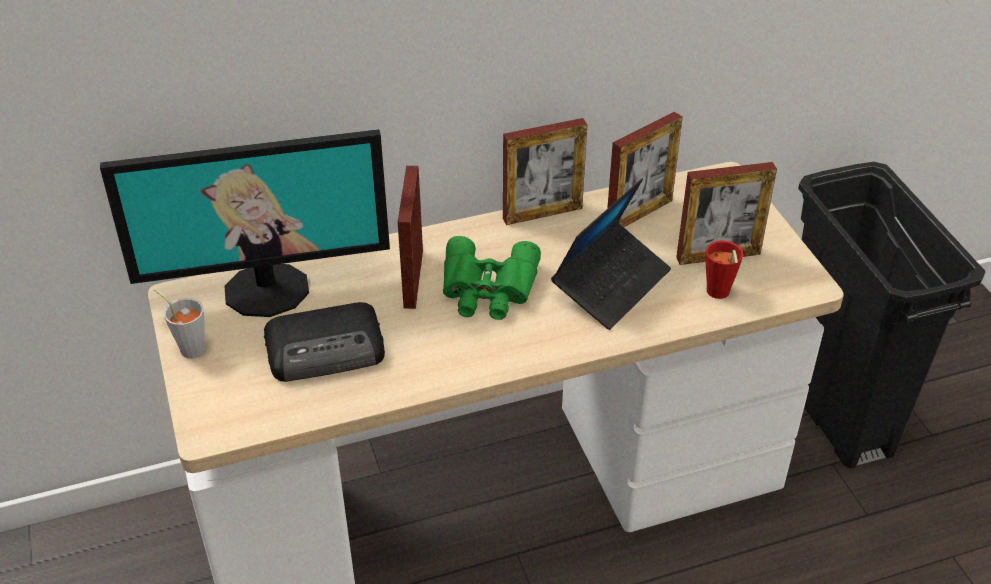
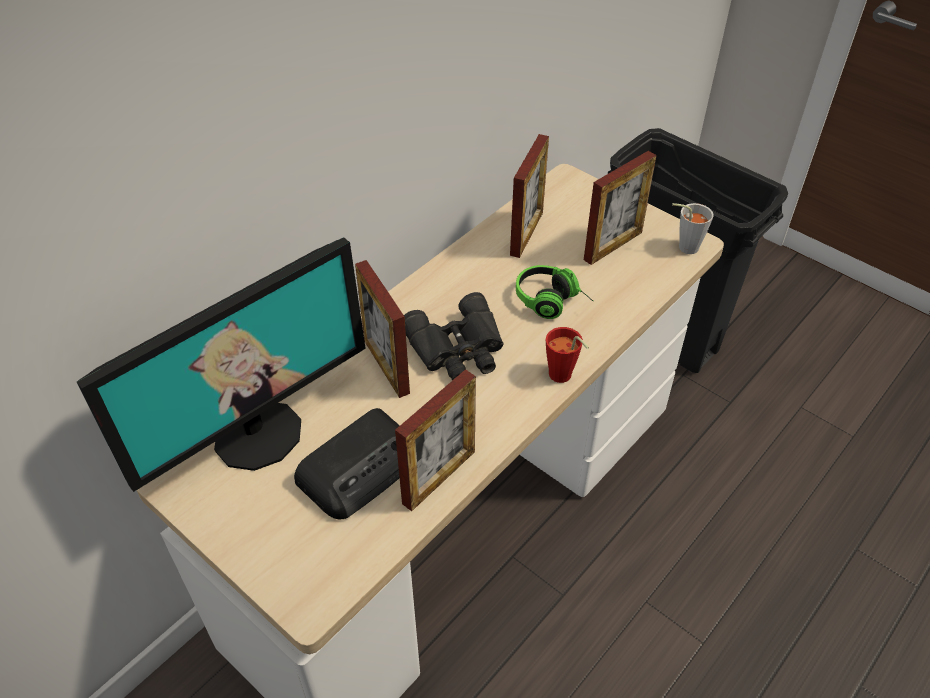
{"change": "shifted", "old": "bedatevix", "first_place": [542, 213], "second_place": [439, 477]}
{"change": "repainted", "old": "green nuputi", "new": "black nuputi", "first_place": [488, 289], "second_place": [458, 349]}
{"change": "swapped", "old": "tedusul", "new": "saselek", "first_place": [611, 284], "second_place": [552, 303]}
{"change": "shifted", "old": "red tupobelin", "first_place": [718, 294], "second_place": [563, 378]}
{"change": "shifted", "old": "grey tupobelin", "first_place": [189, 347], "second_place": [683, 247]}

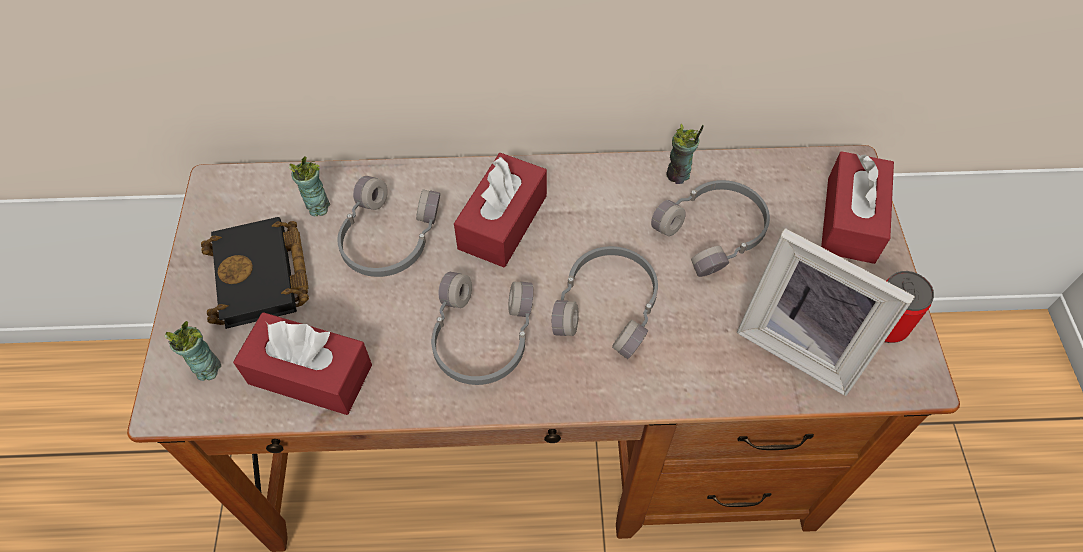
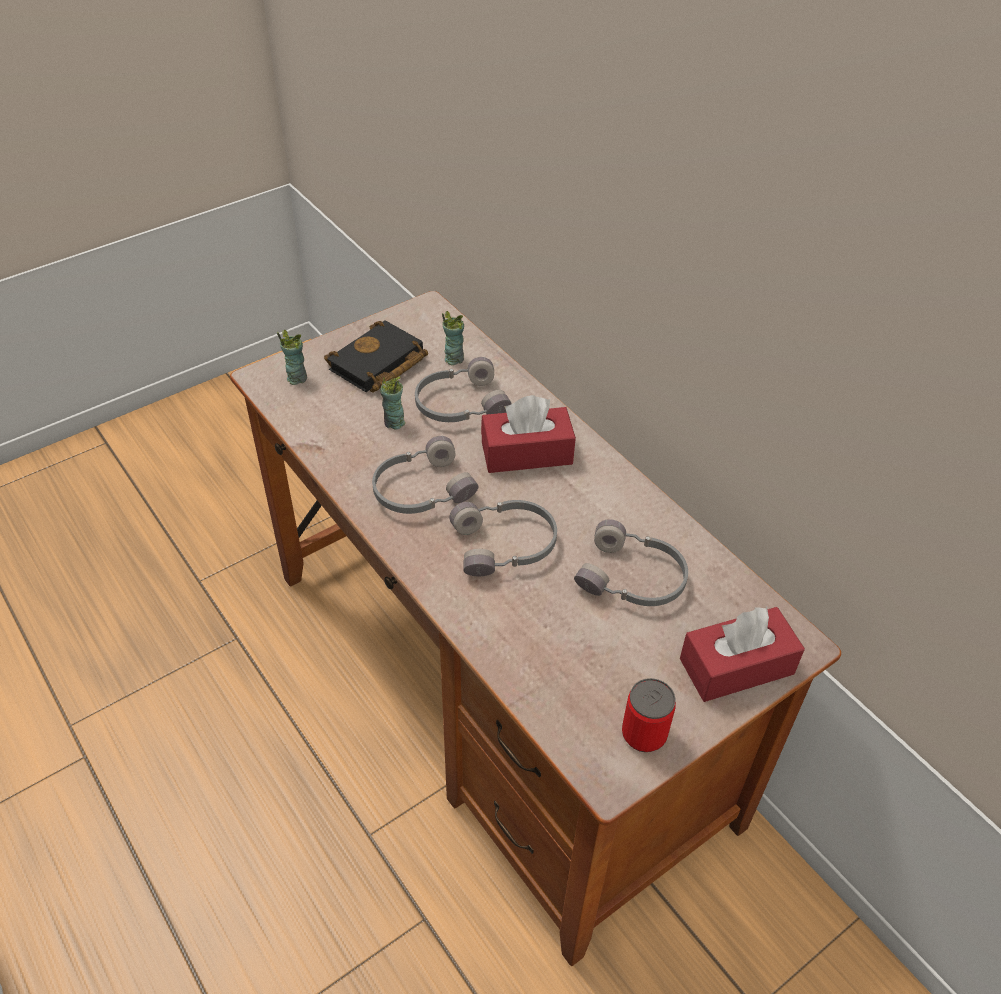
{"change": "shifted", "old": "tupobelin", "first_place": [678, 175], "second_place": [394, 422]}
{"change": "gone", "old": "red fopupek", "first_place": [310, 374]}
{"change": "gone", "old": "bedatevix", "first_place": [801, 344]}

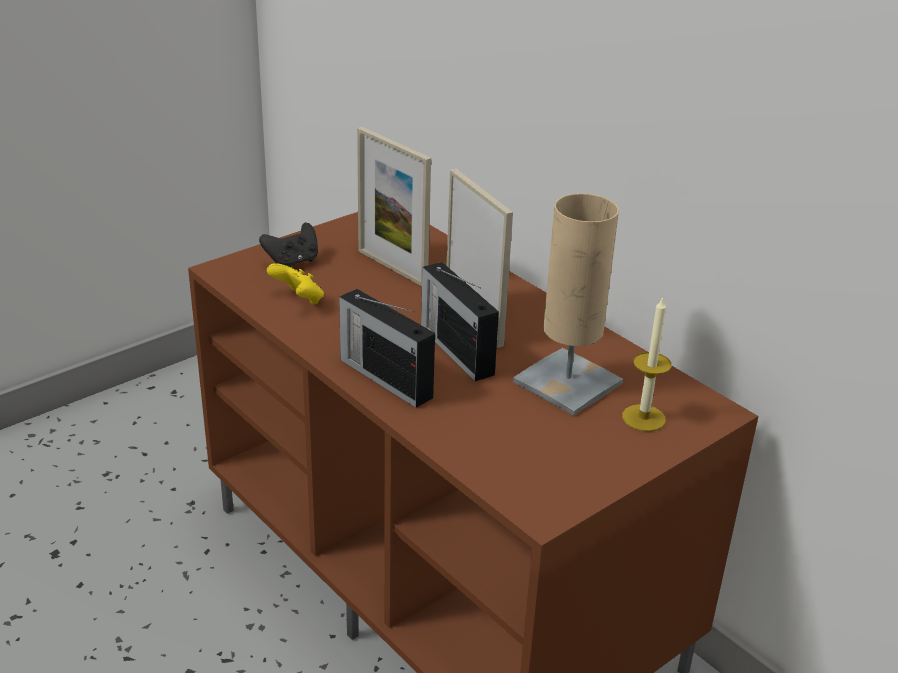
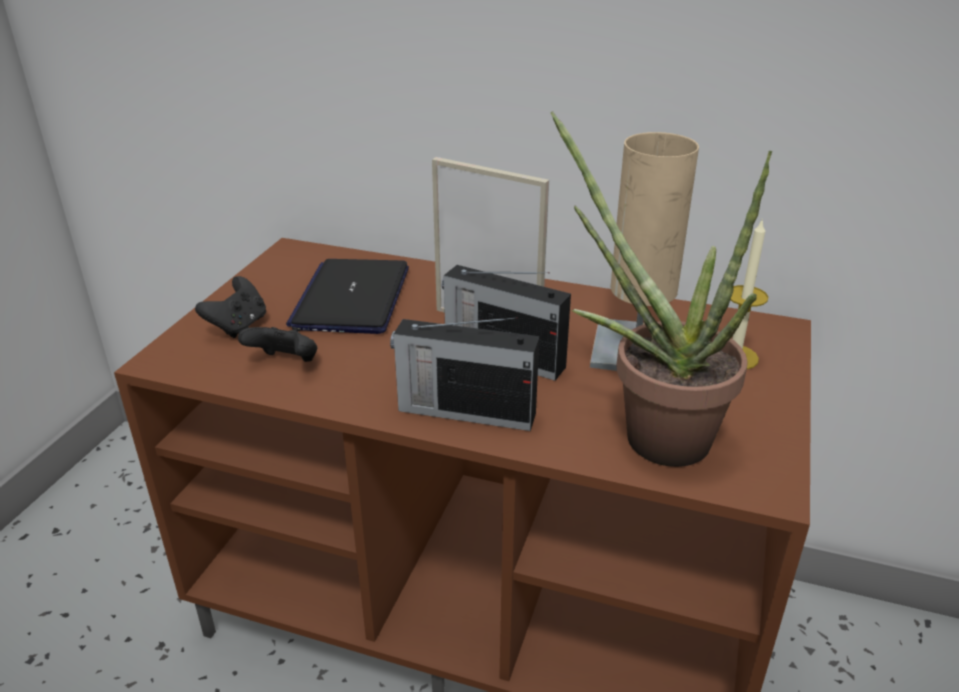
{"change": "repainted", "old": "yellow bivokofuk", "new": "black bivokofuk", "first_place": [298, 300], "second_place": [285, 363]}
{"change": "swapped", "old": "bedatevix", "new": "tedusul", "first_place": [392, 267], "second_place": [352, 298]}
{"change": "new", "new": "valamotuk", "second_place": [649, 433]}

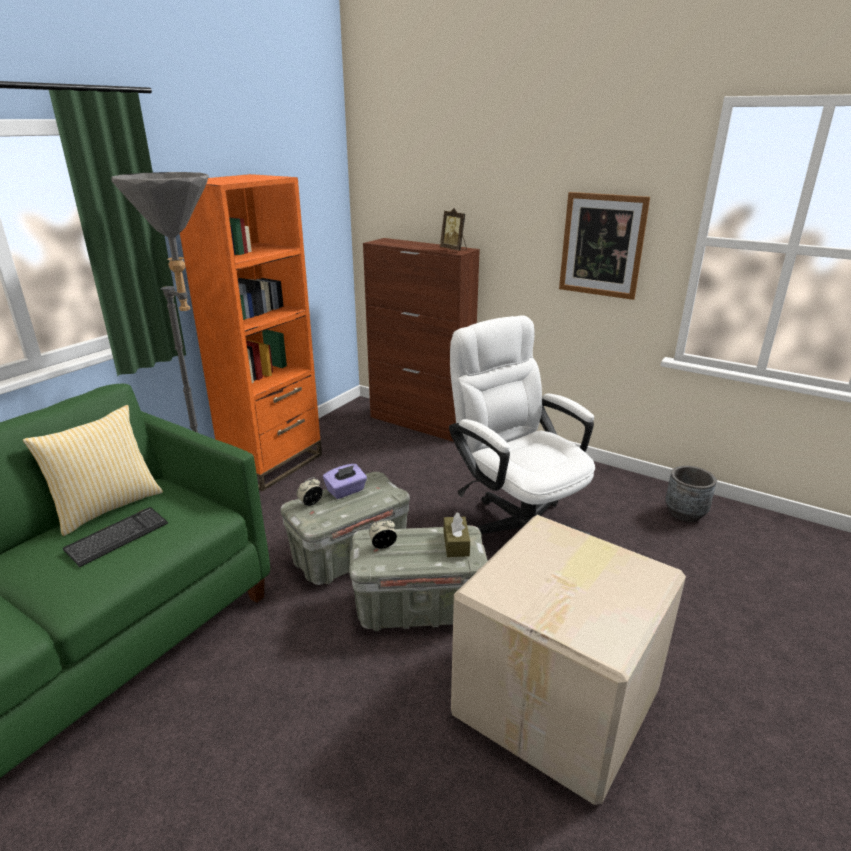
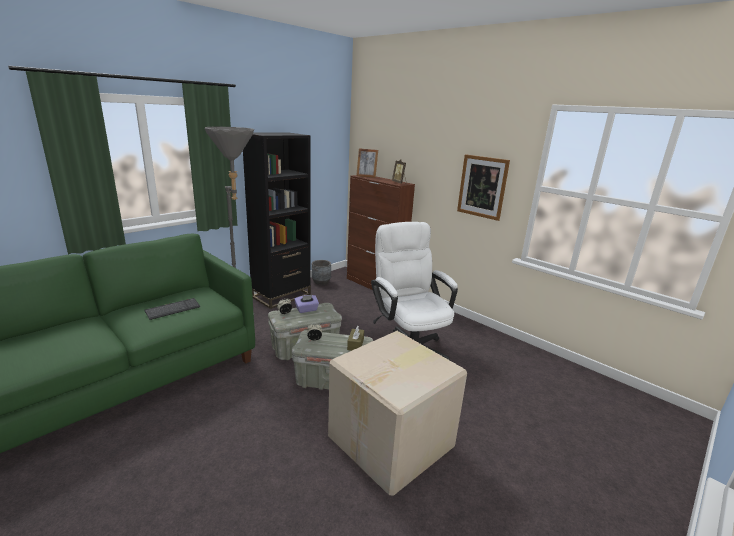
{"change": "repainted", "old": "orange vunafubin", "new": "black vunafubin", "first_place": [273, 464], "second_place": [281, 296]}
{"change": "shifted", "old": "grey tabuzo", "first_place": [685, 513], "second_place": [321, 282]}
{"change": "new", "new": "bedatevix", "second_place": [366, 176]}
{"change": "gone", "old": "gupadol", "first_place": [107, 507]}

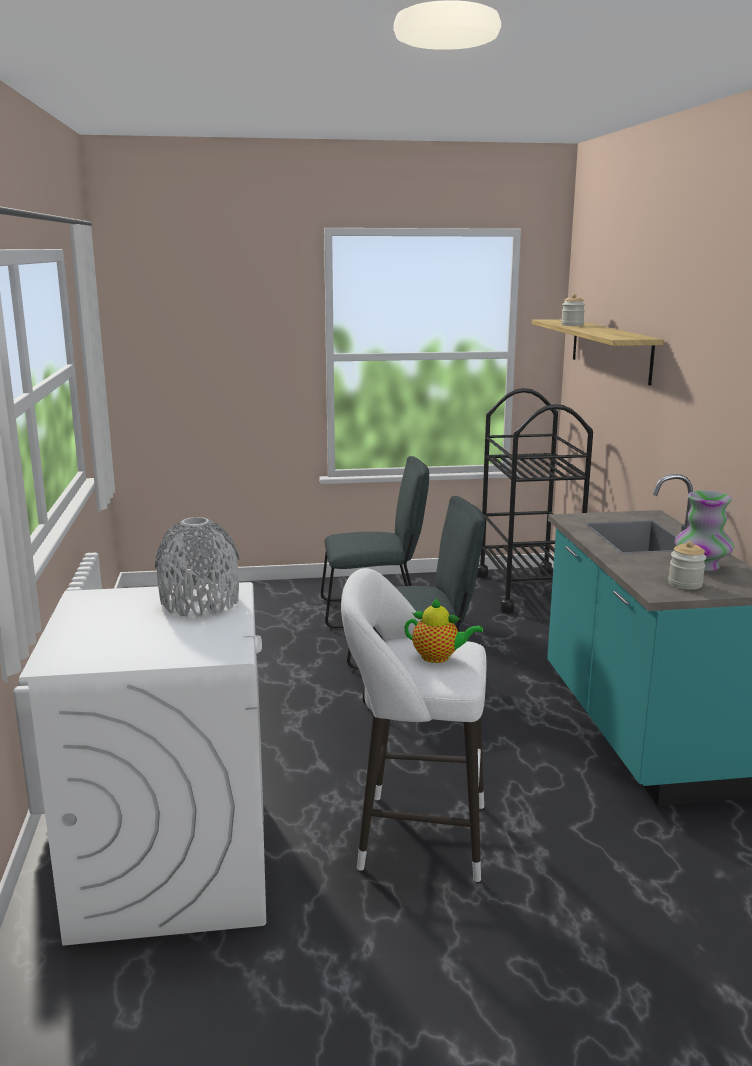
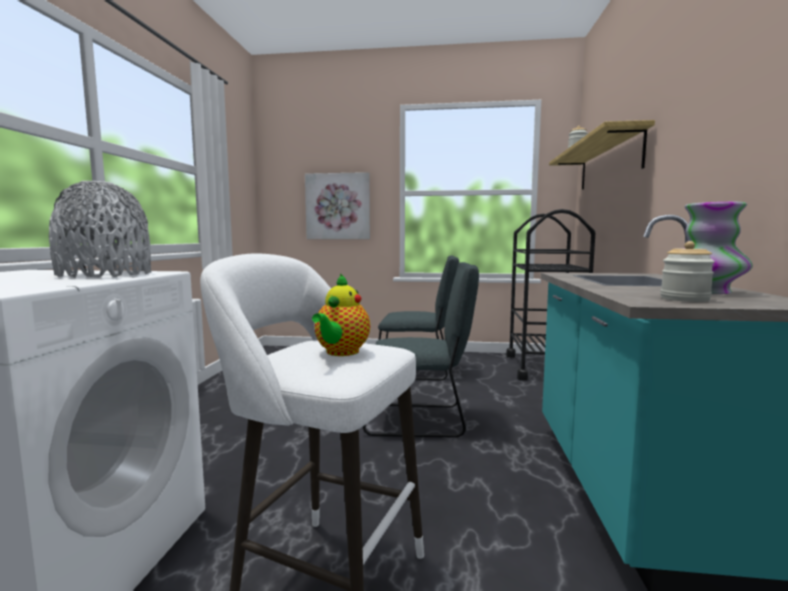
{"change": "new", "new": "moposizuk", "second_place": [338, 206]}
{"change": "rotated", "old": "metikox", "first_place": [438, 657], "second_place": [341, 352], "degrees": 75}

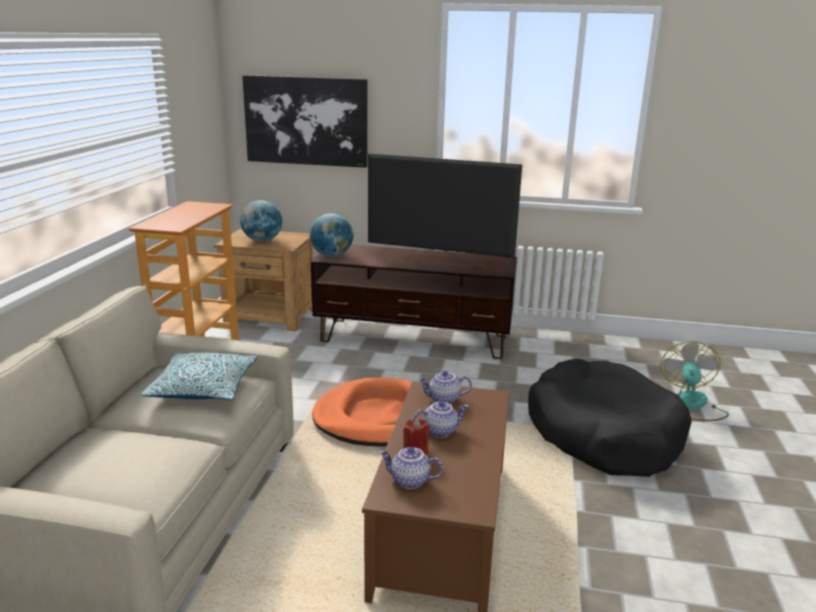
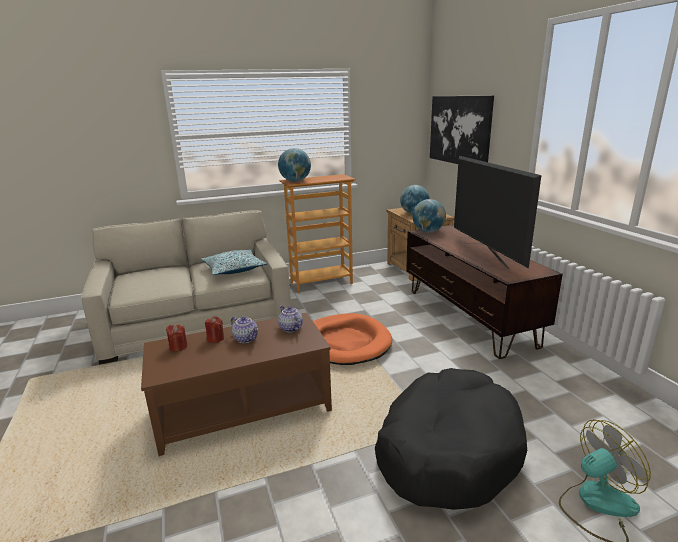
{"change": "swapped", "old": "metikox", "new": "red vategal", "first_place": [409, 481], "second_place": [178, 347]}
{"change": "new", "new": "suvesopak", "second_place": [295, 181]}

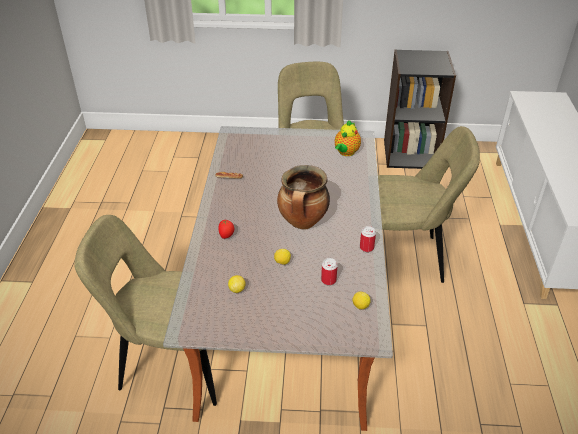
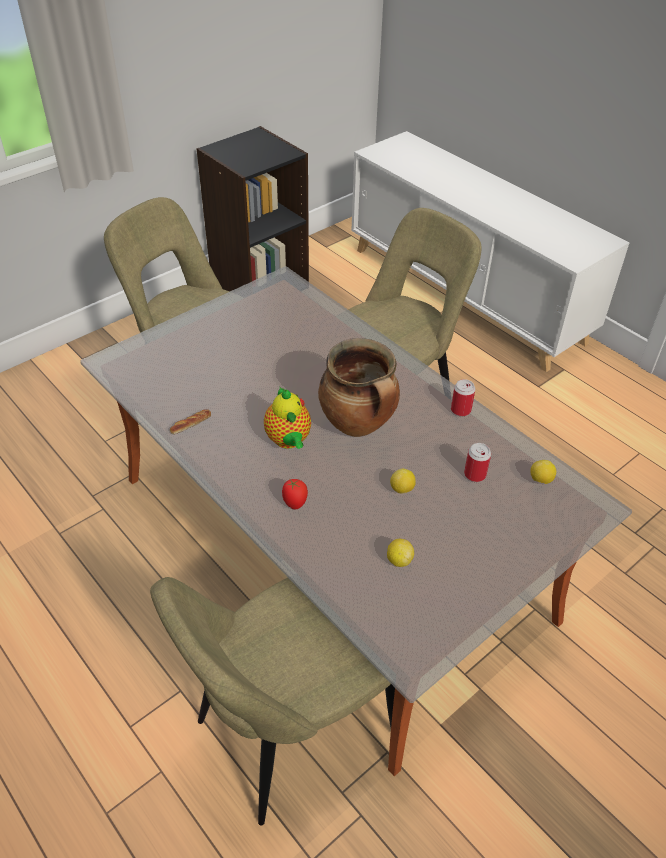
{"change": "shifted", "old": "metikox", "first_place": [346, 153], "second_place": [288, 441]}

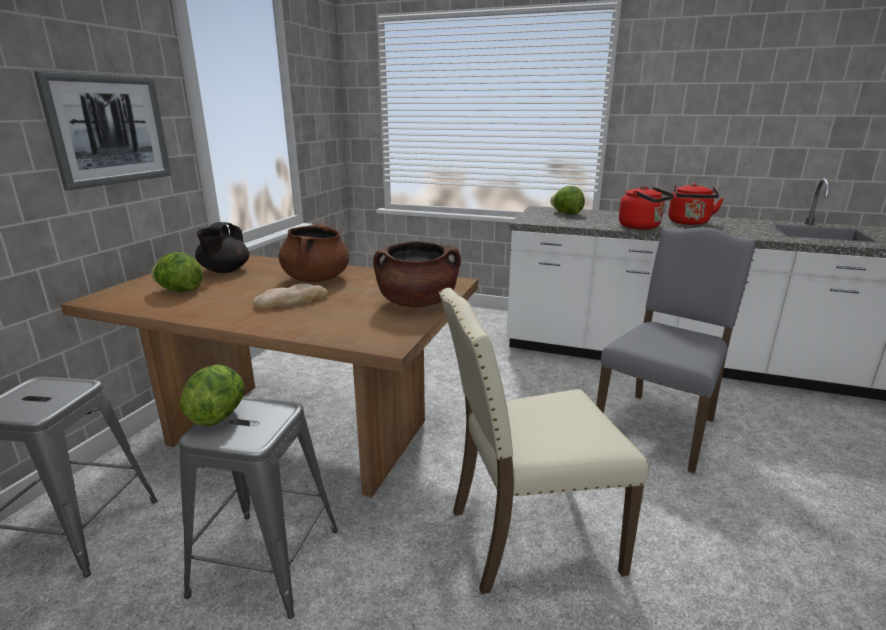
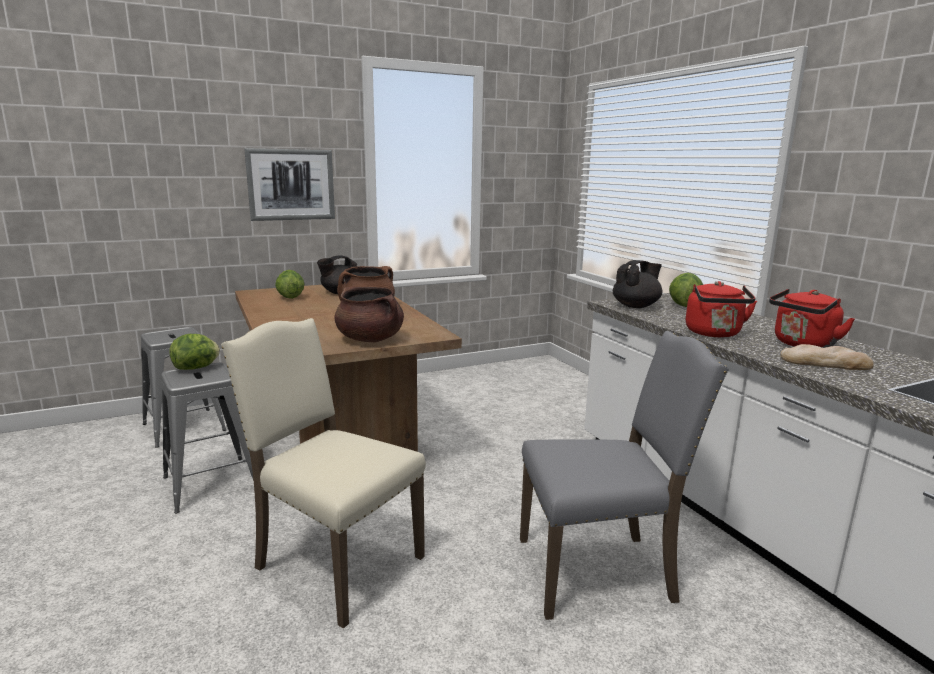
{"change": "new", "new": "black metikox", "second_place": [636, 306]}
{"change": "shifted", "old": "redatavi", "first_place": [292, 301], "second_place": [825, 363]}

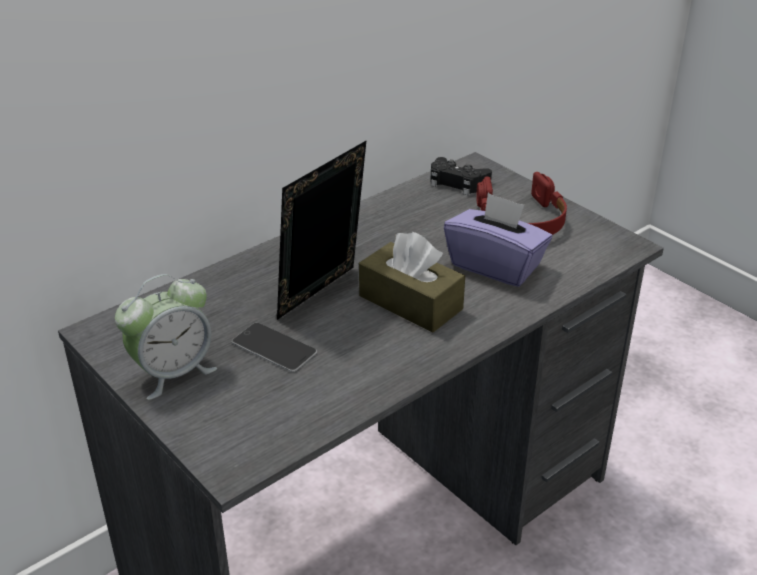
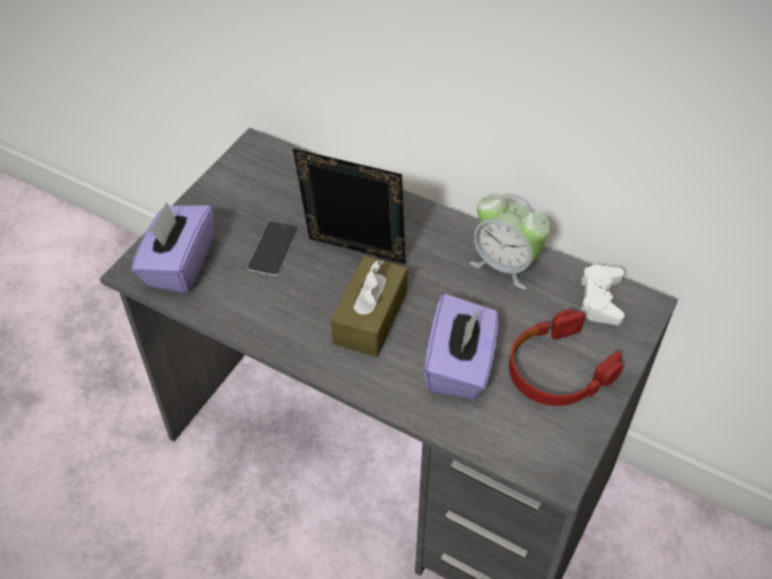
{"change": "new", "new": "purple fopupek", "second_place": [179, 265]}
{"change": "shifted", "old": "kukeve", "first_place": [173, 373], "second_place": [505, 265]}
{"change": "repainted", "old": "black bivokofuk", "new": "white bivokofuk", "first_place": [457, 182], "second_place": [600, 299]}

